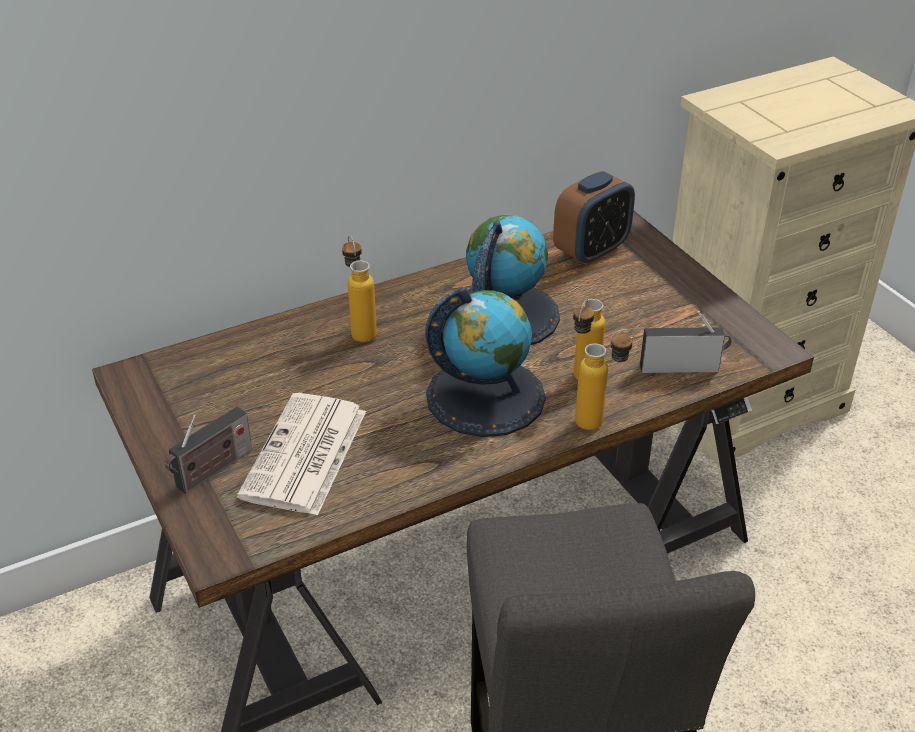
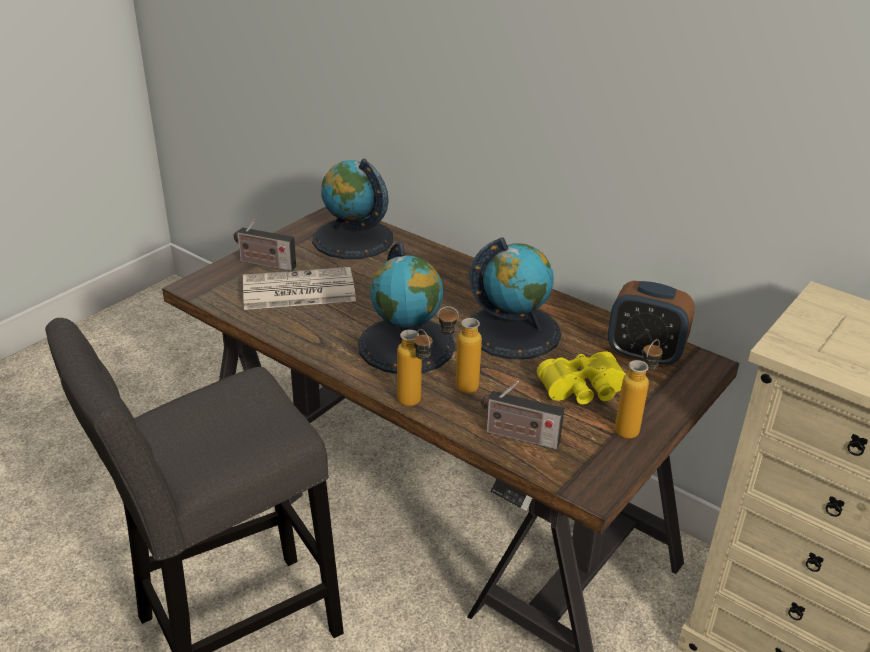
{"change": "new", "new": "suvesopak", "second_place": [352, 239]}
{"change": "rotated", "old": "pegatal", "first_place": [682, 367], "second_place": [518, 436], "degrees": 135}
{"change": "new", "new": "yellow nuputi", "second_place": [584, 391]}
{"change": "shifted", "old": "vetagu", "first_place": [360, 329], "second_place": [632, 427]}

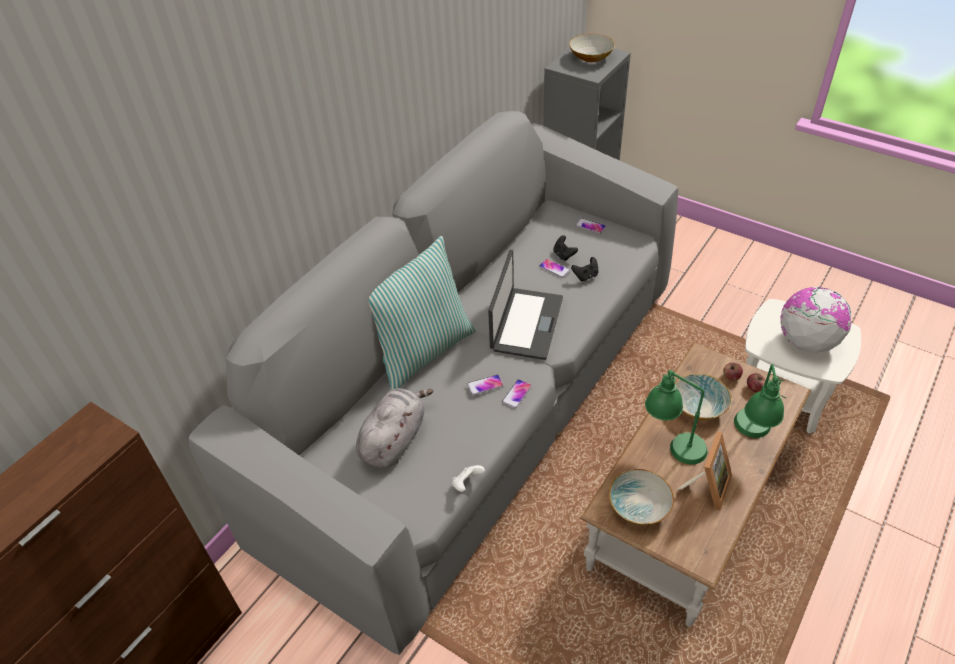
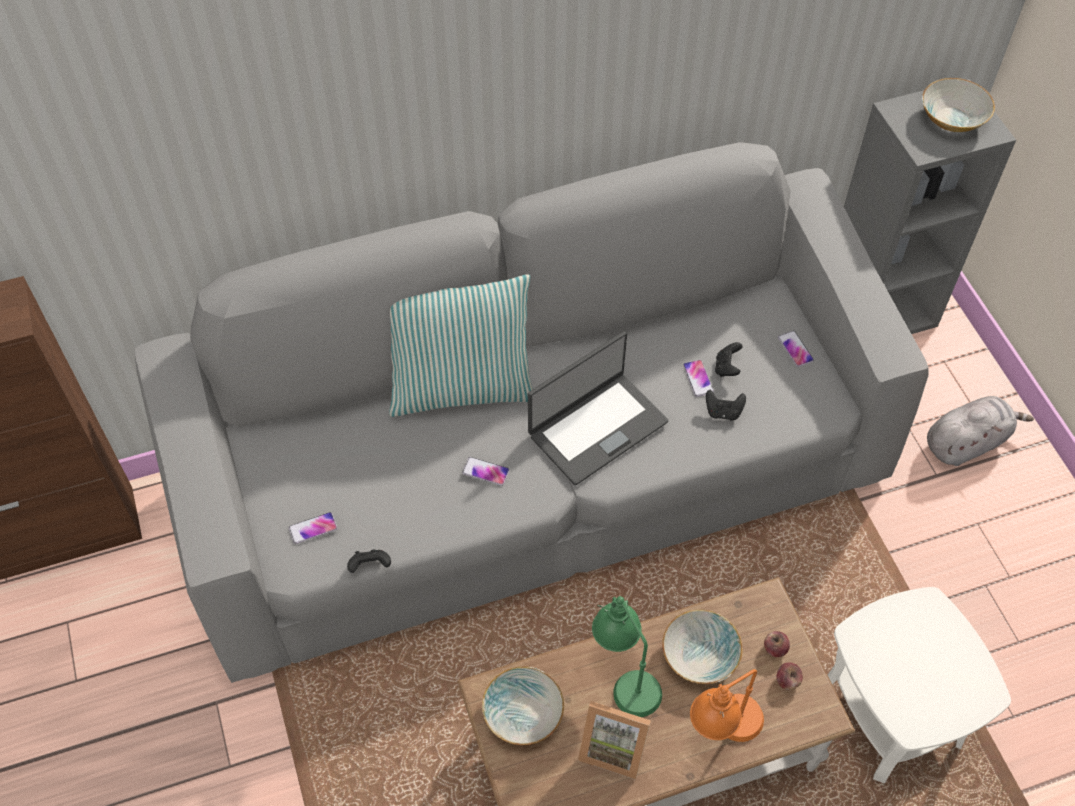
{"change": "shifted", "old": "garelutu", "first_place": [517, 394], "second_place": [313, 528]}
{"change": "repainted", "old": "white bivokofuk", "new": "black bivokofuk", "first_place": [467, 484], "second_place": [370, 566]}
{"change": "rotated", "old": "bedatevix", "first_place": [706, 486], "second_place": [613, 747], "degrees": 45}
{"change": "repainted", "old": "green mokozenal", "new": "orange mokozenal", "first_place": [752, 436], "second_place": [723, 731]}
{"change": "shifted", "old": "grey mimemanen", "first_place": [394, 439], "second_place": [967, 442]}
{"change": "gone", "old": "suvesopak", "first_place": [806, 341]}

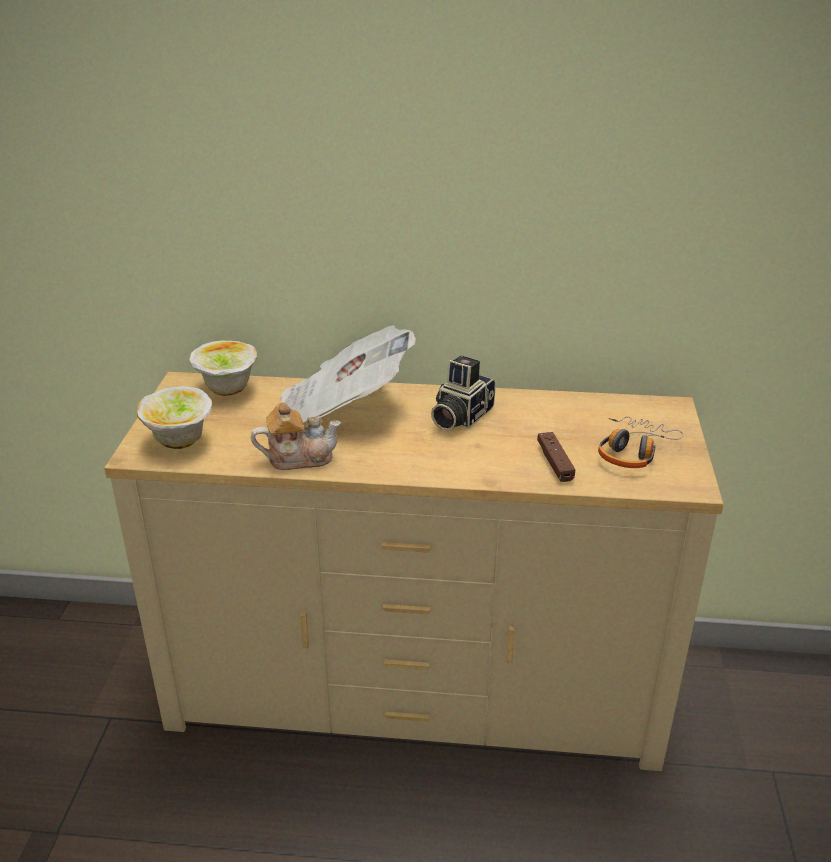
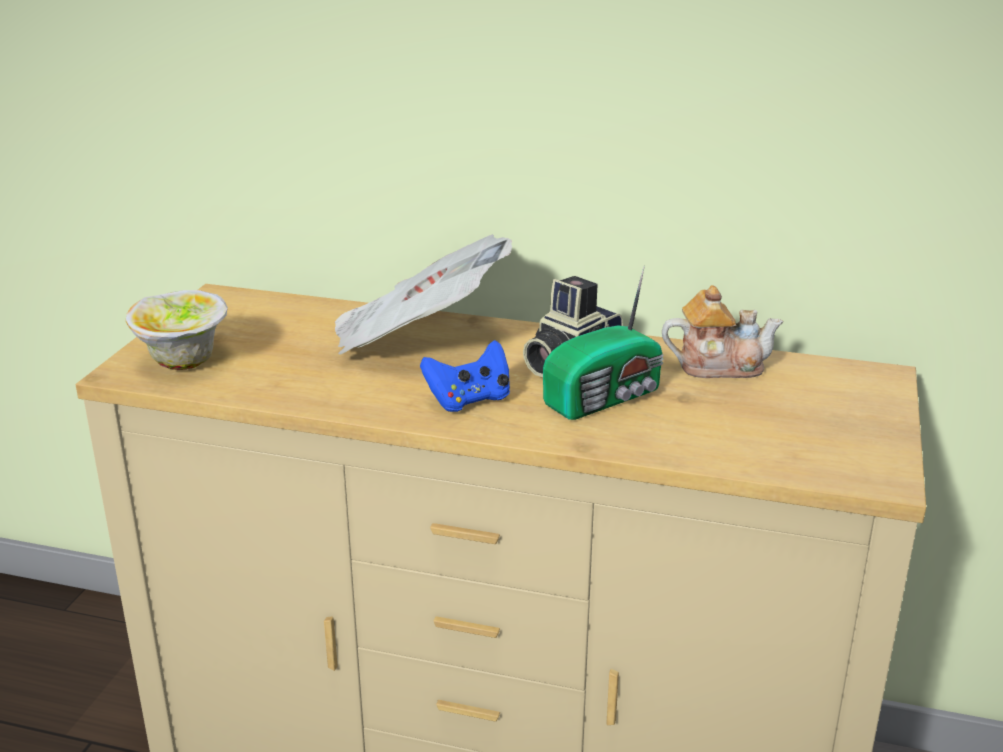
{"change": "new", "new": "blue bivokofuk", "second_place": [469, 400]}
{"change": "new", "new": "pegatal", "second_place": [607, 398]}
{"change": "shifted", "old": "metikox", "first_place": [298, 457], "second_place": [718, 366]}
{"change": "gone", "old": "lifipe", "first_place": [226, 390]}
{"change": "gone", "old": "brown bivokofuk", "first_place": [555, 462]}
{"change": "gone", "old": "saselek", "first_place": [633, 451]}

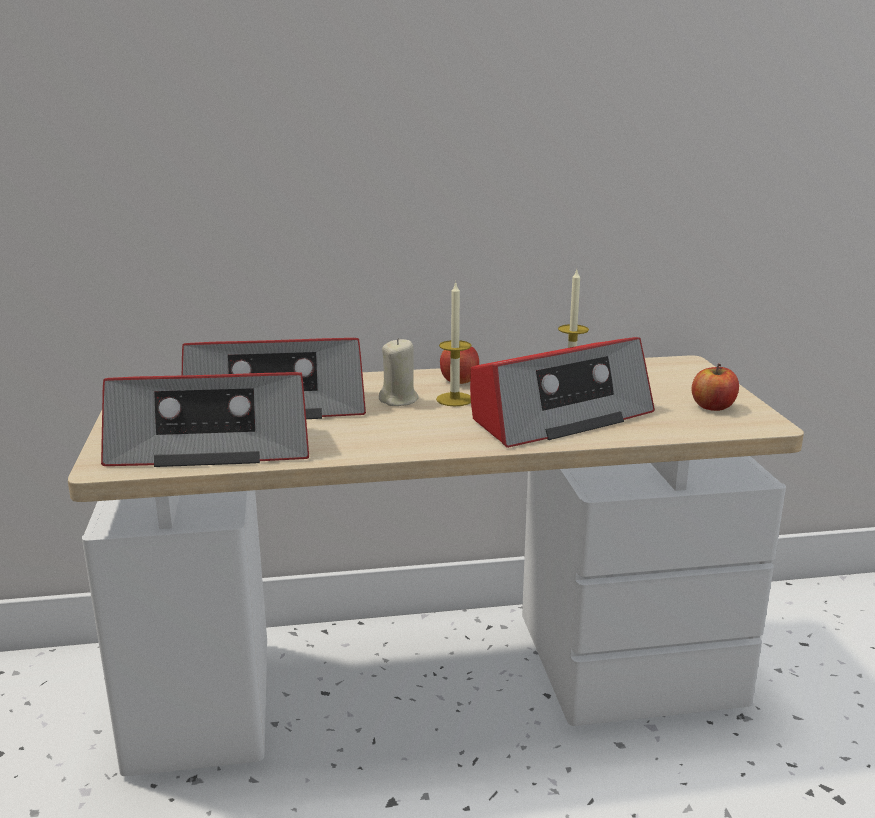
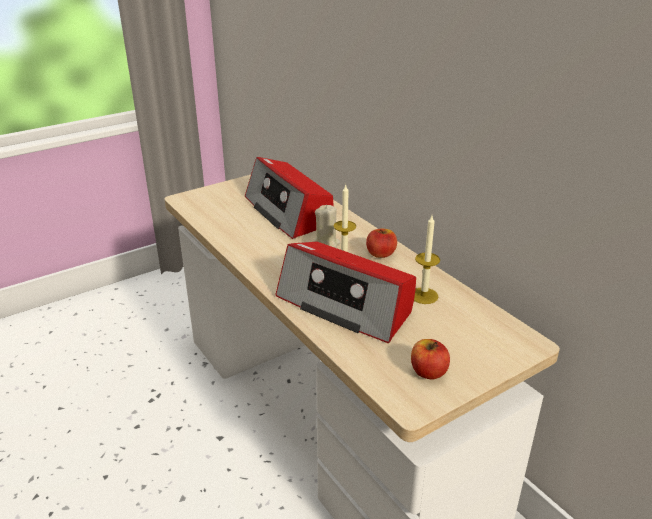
{"change": "gone", "old": "pegatal", "first_place": [213, 445]}

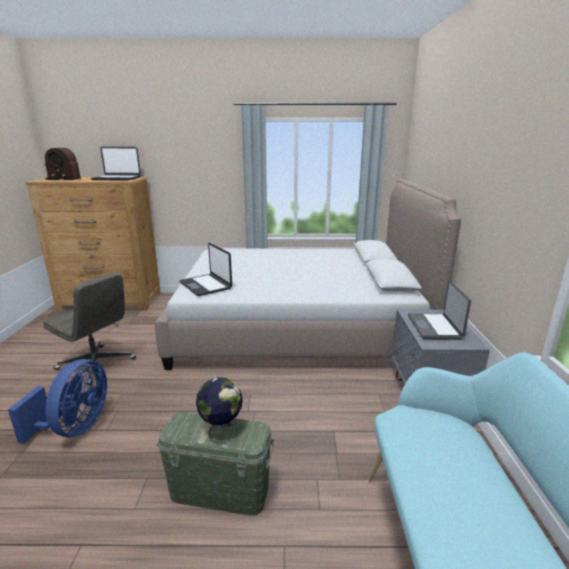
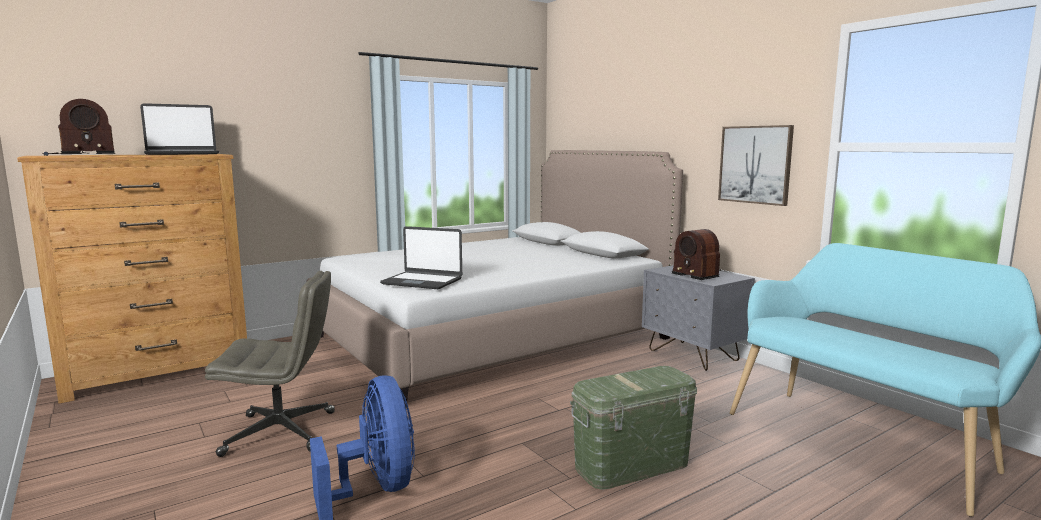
{"change": "swapped", "old": "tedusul", "new": "pegatal", "first_place": [435, 327], "second_place": [696, 274]}
{"change": "new", "new": "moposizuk", "second_place": [755, 164]}
{"change": "gone", "old": "suvesopak", "first_place": [221, 429]}

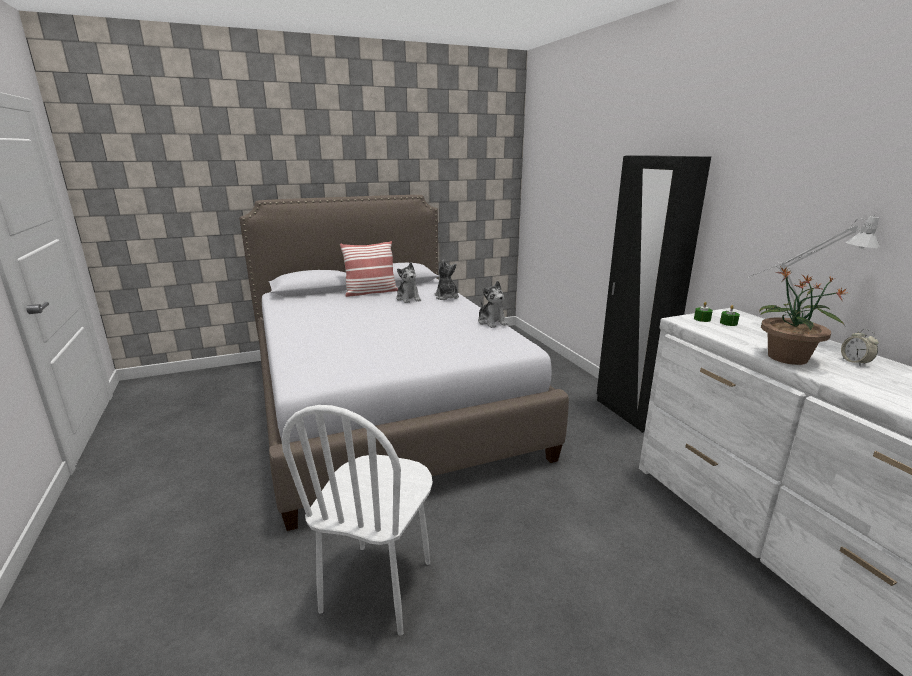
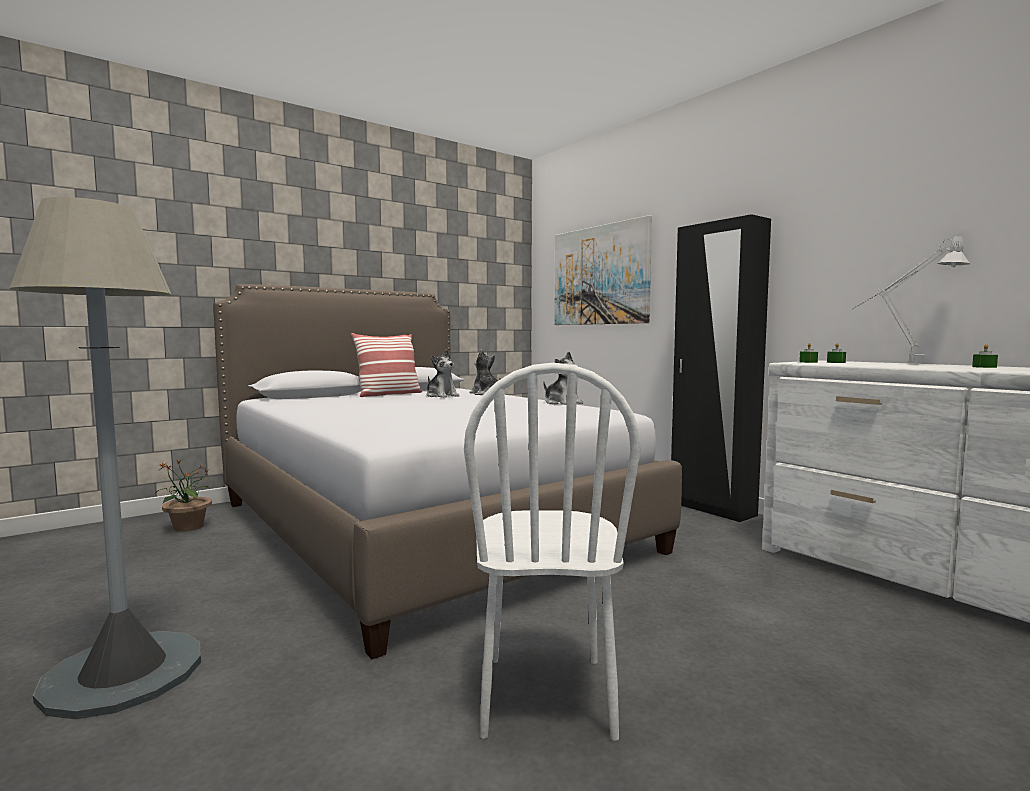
{"change": "new", "new": "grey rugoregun", "second_place": [123, 673]}
{"change": "shifted", "old": "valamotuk", "first_place": [787, 358], "second_place": [187, 527]}
{"change": "new", "new": "moposizuk", "second_place": [600, 275]}
{"change": "swapped", "old": "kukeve", "new": "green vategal", "first_place": [855, 362], "second_place": [984, 367]}

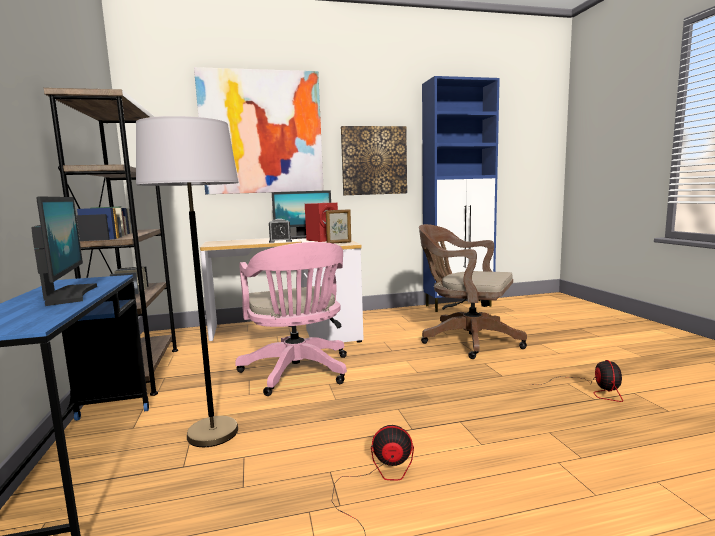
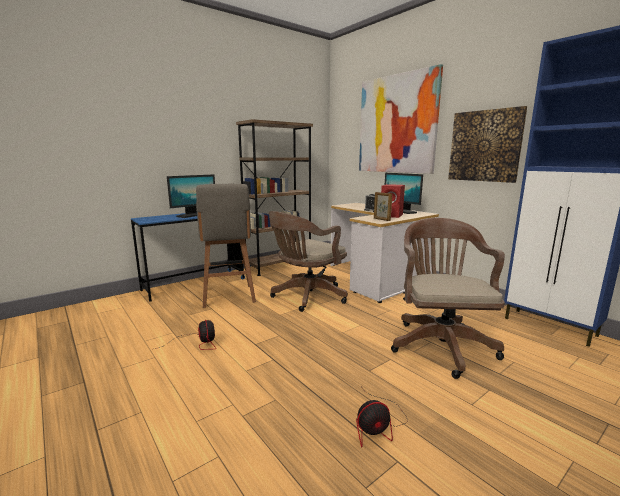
{"change": "swapped", "old": "grey rugoregun", "new": "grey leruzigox", "first_place": [213, 433], "second_place": [228, 297]}
{"change": "repainted", "old": "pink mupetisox", "new": "brown mupetisox", "first_place": [298, 373], "second_place": [306, 297]}

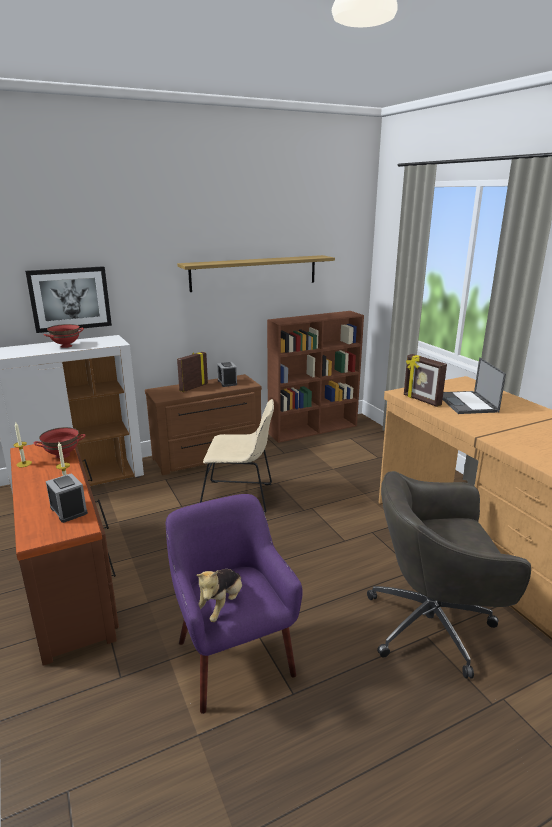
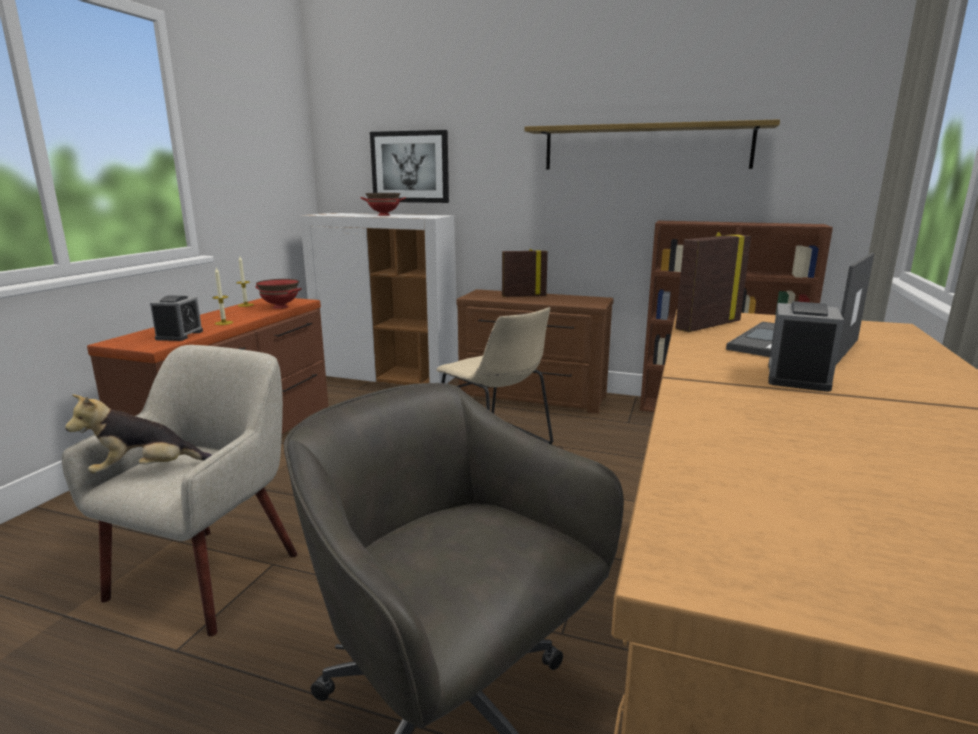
{"change": "repainted", "old": "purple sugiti", "new": "beige sugiti", "first_place": [233, 657], "second_place": [209, 575]}
{"change": "rotated", "old": "bedatevix", "first_place": [421, 400], "second_place": [707, 325], "degrees": 45}
{"change": "shifted", "old": "kukeve", "first_place": [227, 382], "second_place": [797, 376]}

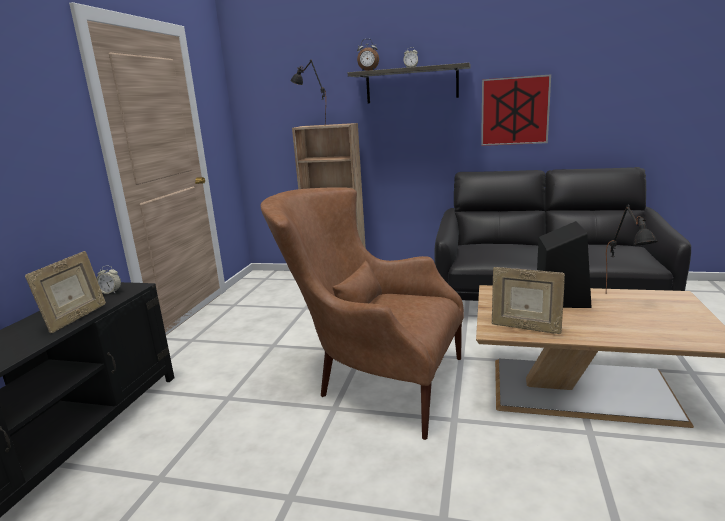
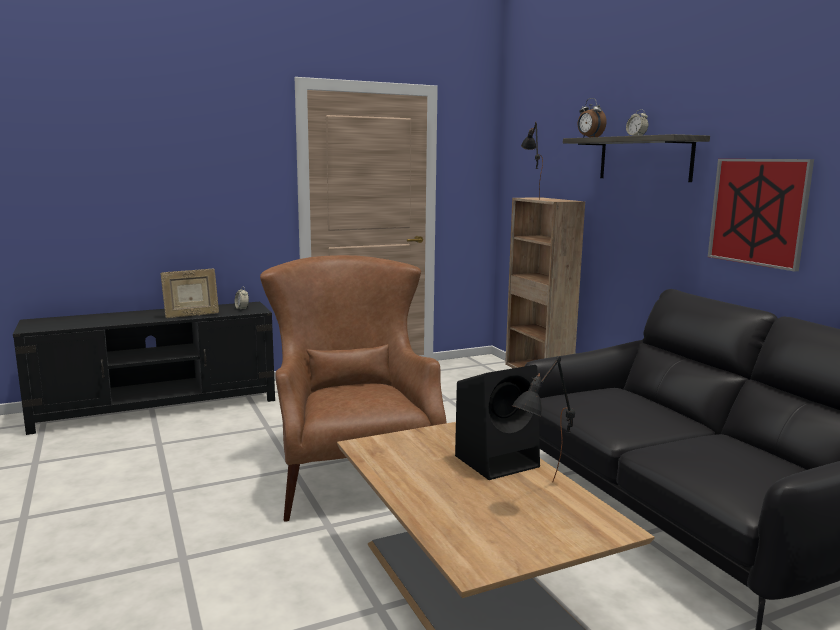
{"change": "gone", "old": "bedatevix", "first_place": [525, 328]}

